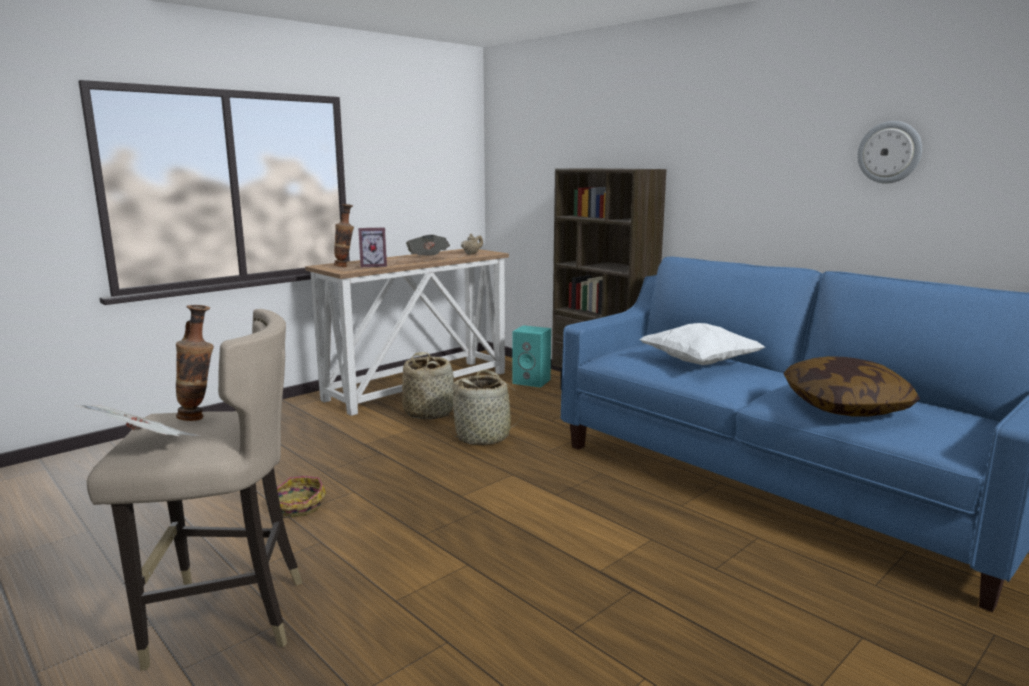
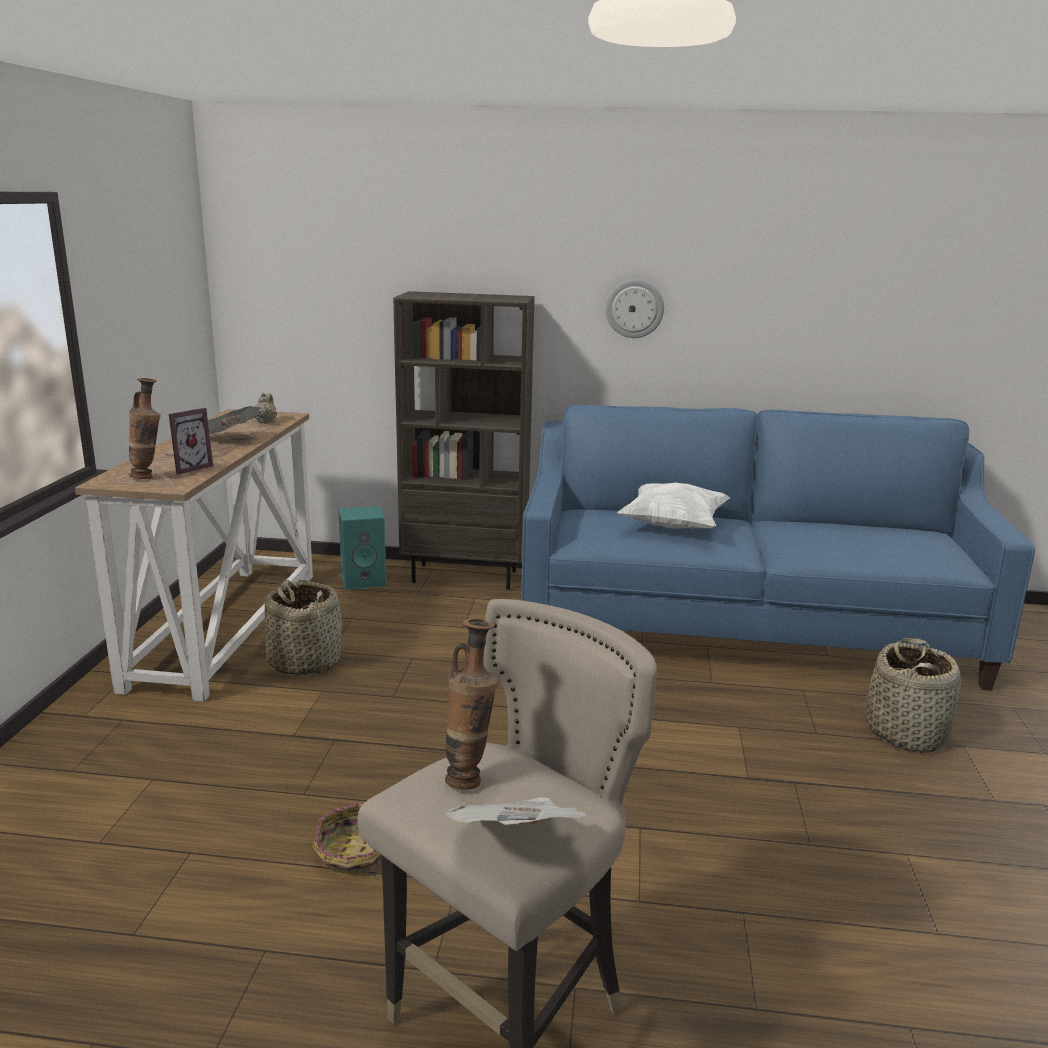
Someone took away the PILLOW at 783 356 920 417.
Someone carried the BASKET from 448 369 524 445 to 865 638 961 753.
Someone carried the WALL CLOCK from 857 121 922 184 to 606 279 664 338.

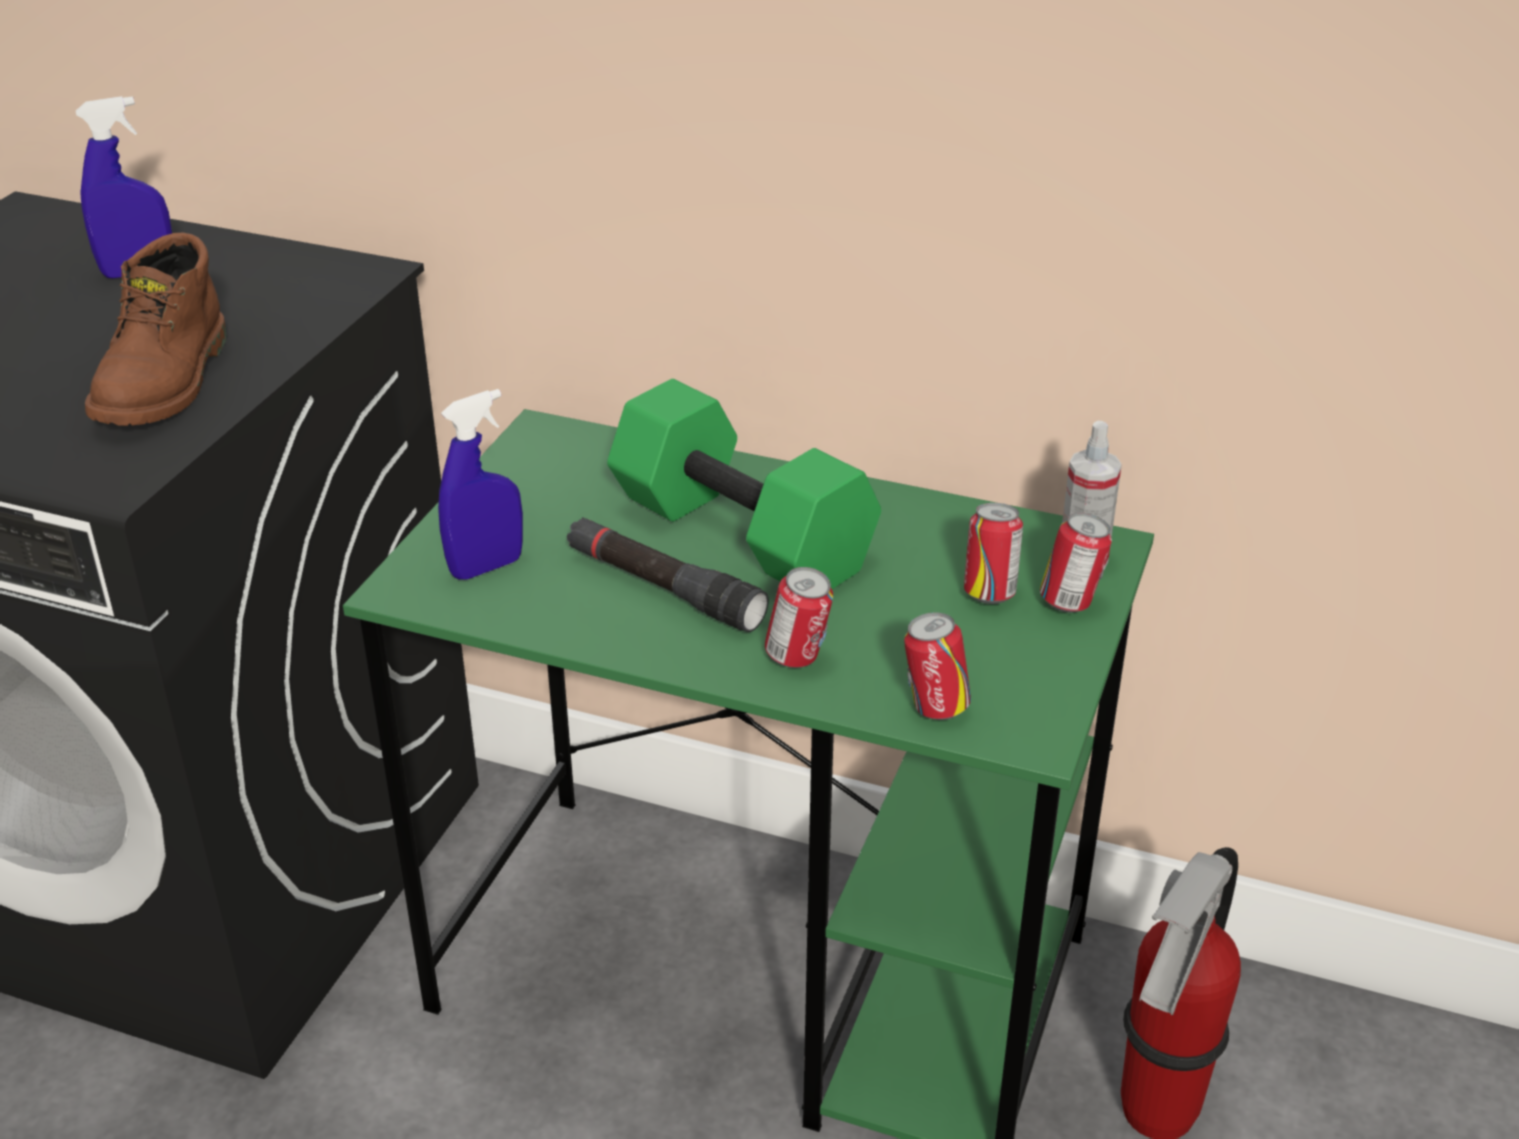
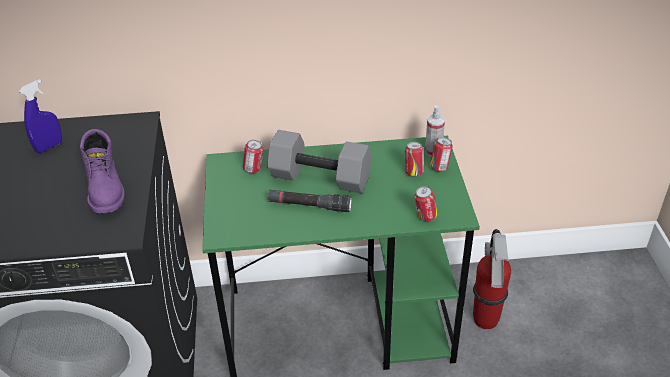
Someone took away the BLUE SPRAY BOTTLE at 438 389 523 580.
Someone carried the CAN from 765 567 833 668 to 243 140 263 173.
Someone repainted the BROWN BOOT at 85 233 227 426, which became the PURPLE BOOT at 80 129 124 213.
Someone repainted the GREEN DUMBBELL at 607 379 881 589, which became the GREY DUMBBELL at 267 130 372 193.

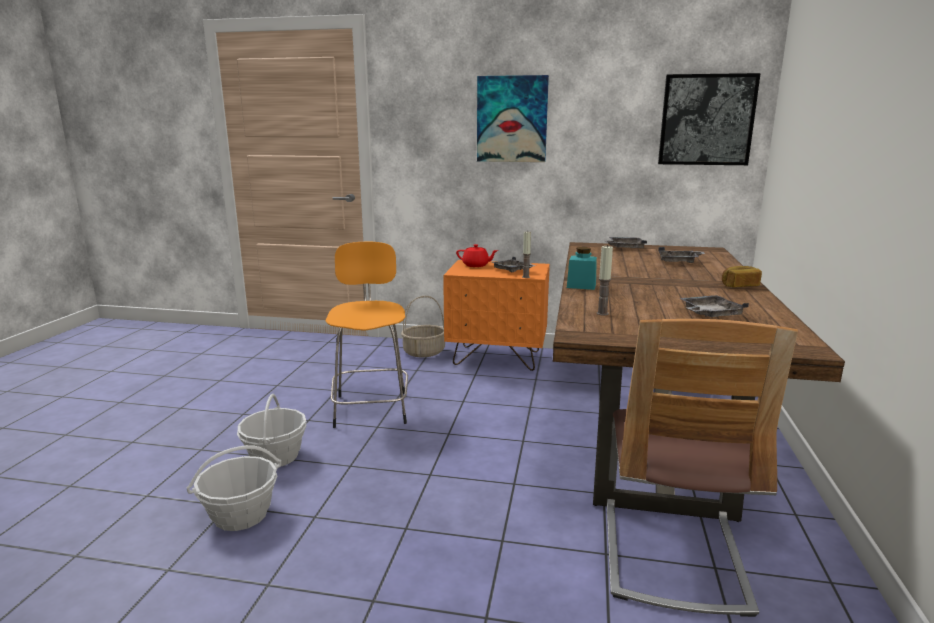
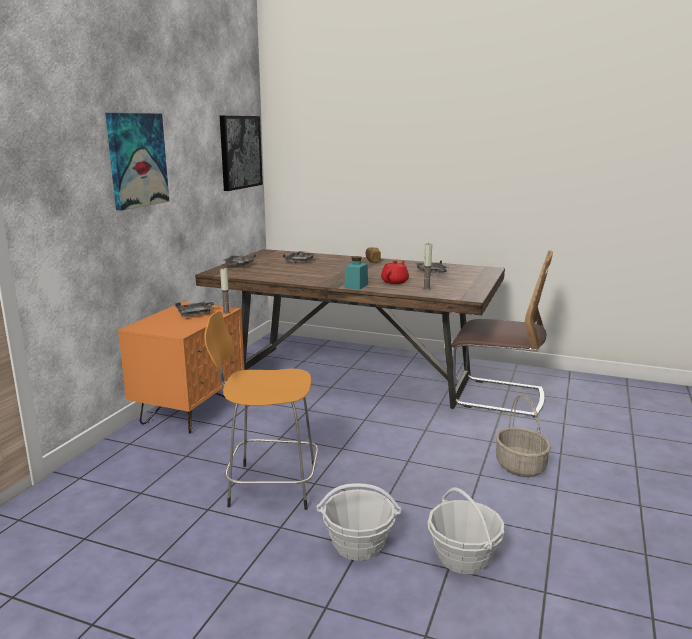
Someone carried the BASKET from 401 296 445 357 to 496 394 551 477.
Someone carried the RED TEAPOT from 456 244 498 267 to 381 260 409 284.

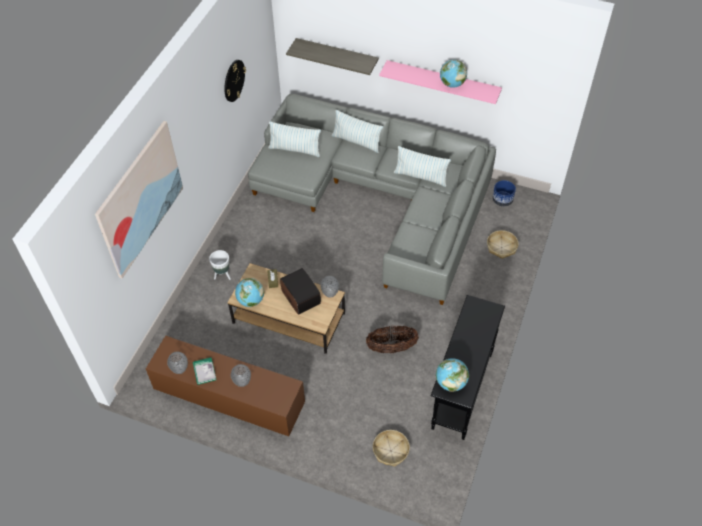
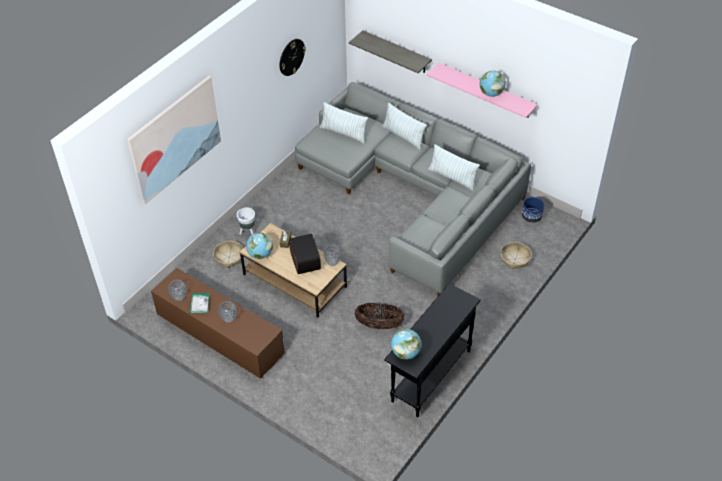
Someone carried the BASKET from 373 430 410 467 to 213 241 243 268.

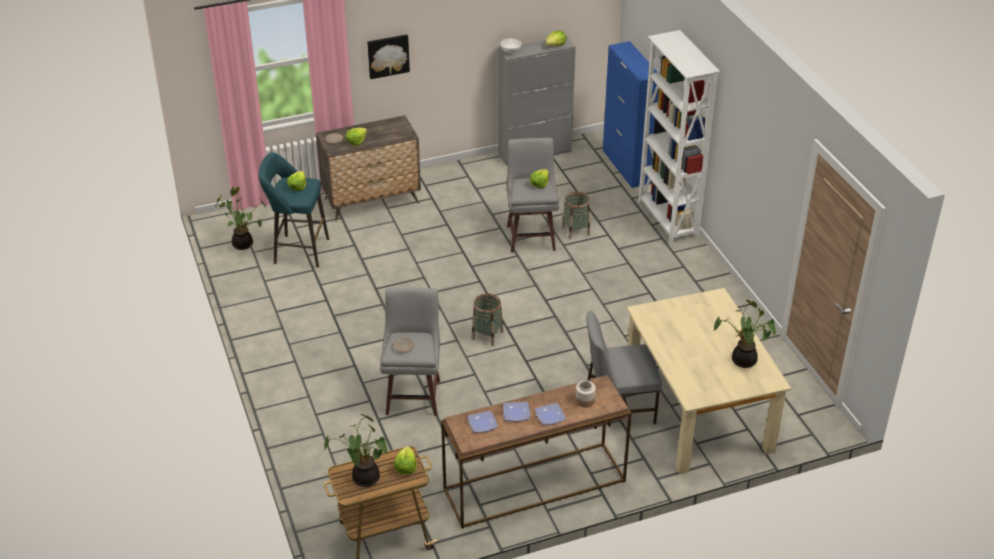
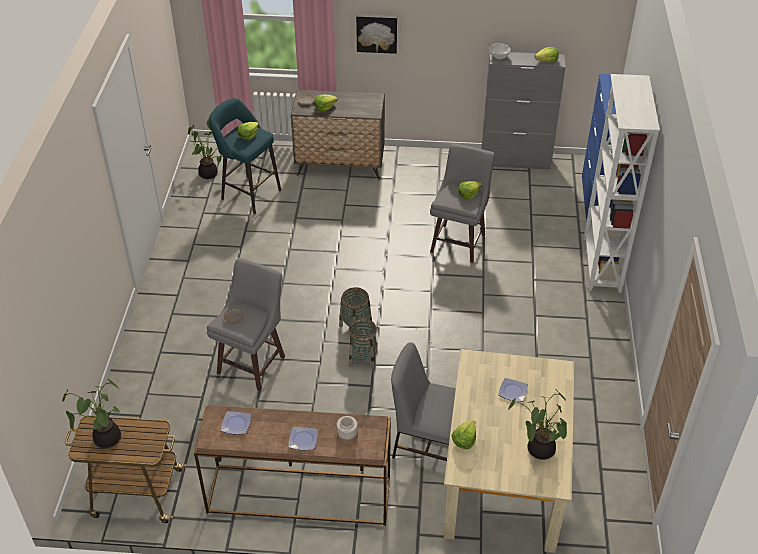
Someone carried the LETTUCE from 393 446 417 475 to 452 420 476 449.
Someone carried the PLATE from 503 402 530 421 to 498 378 528 402.
Someone carried the BASKET from 562 192 590 239 to 349 318 377 369.

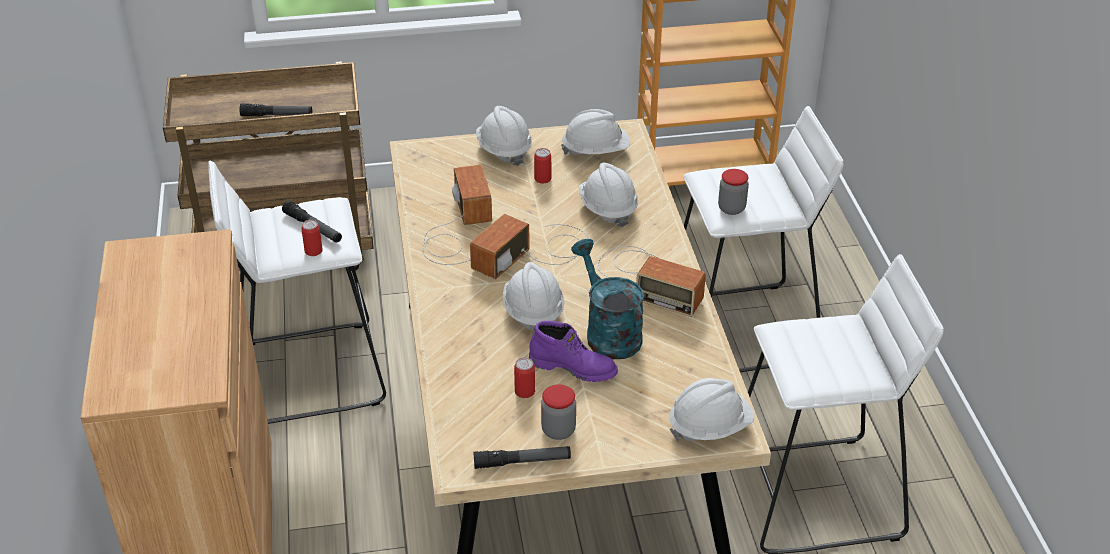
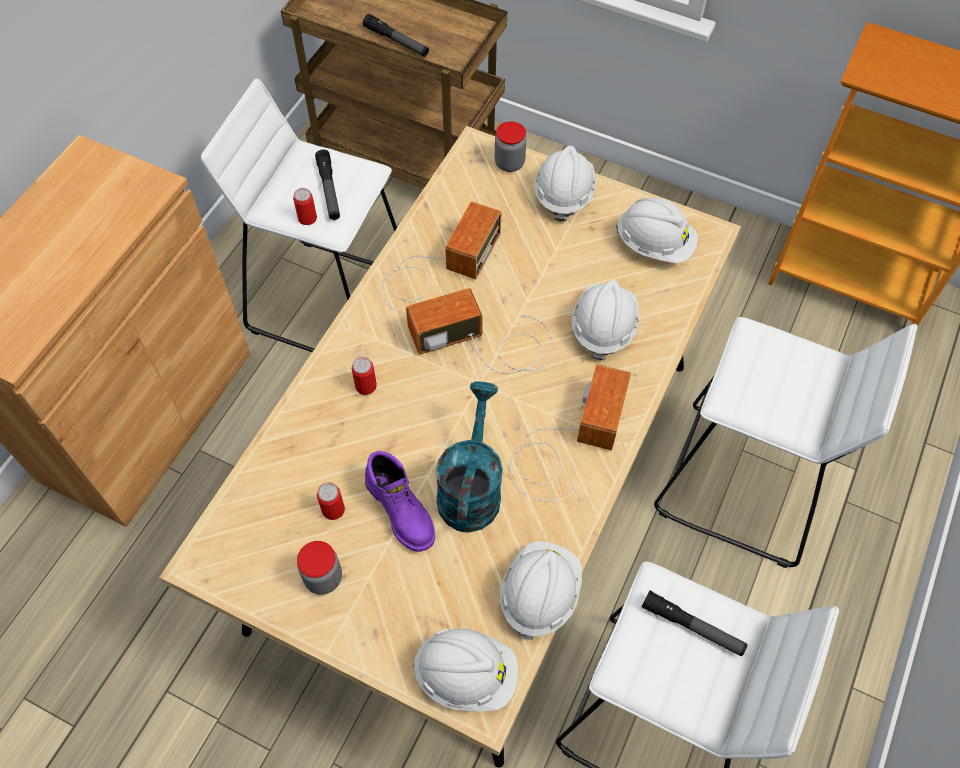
Someone carried the FLASHLIGHT from 473 446 571 469 to 642 590 748 656.
Someone carried the WHITE HARD HAT from 503 262 565 331 to 500 542 582 640.
Someone carried the CAN from 534 148 551 184 to 352 357 377 395.
Someone carried the JAR from 718 169 749 215 to 495 121 527 172.
Someone rotated the RADIO at 598 246 706 317 by 135 degrees counterclockwise.

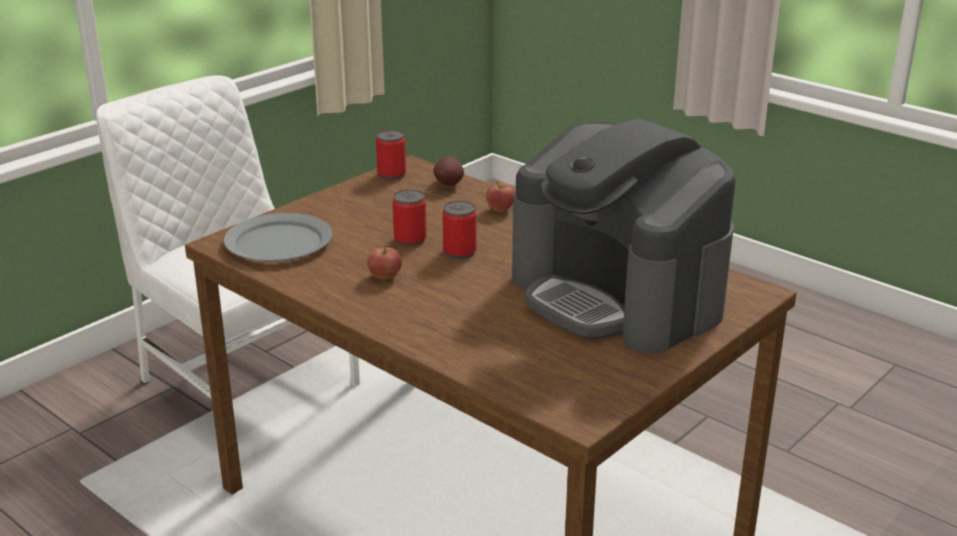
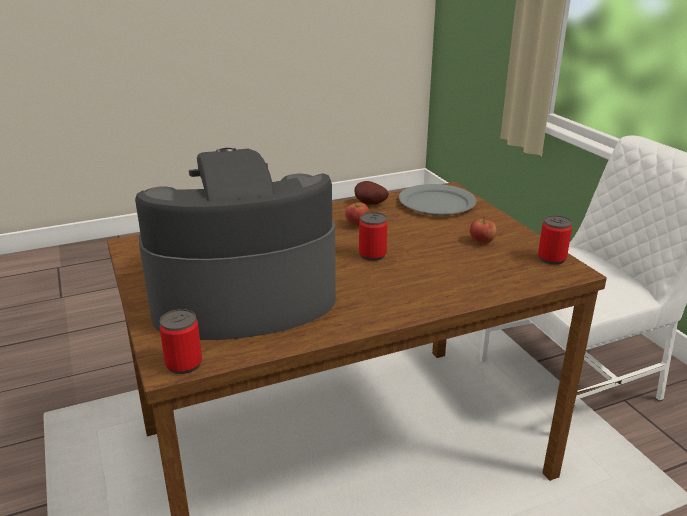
Someone carried the CAN from 393 189 427 246 to 159 309 202 374.
Someone carried the POTATO from 433 156 464 186 to 354 181 389 205.
Someone carried the APPLE from 486 182 515 212 to 470 216 497 244.

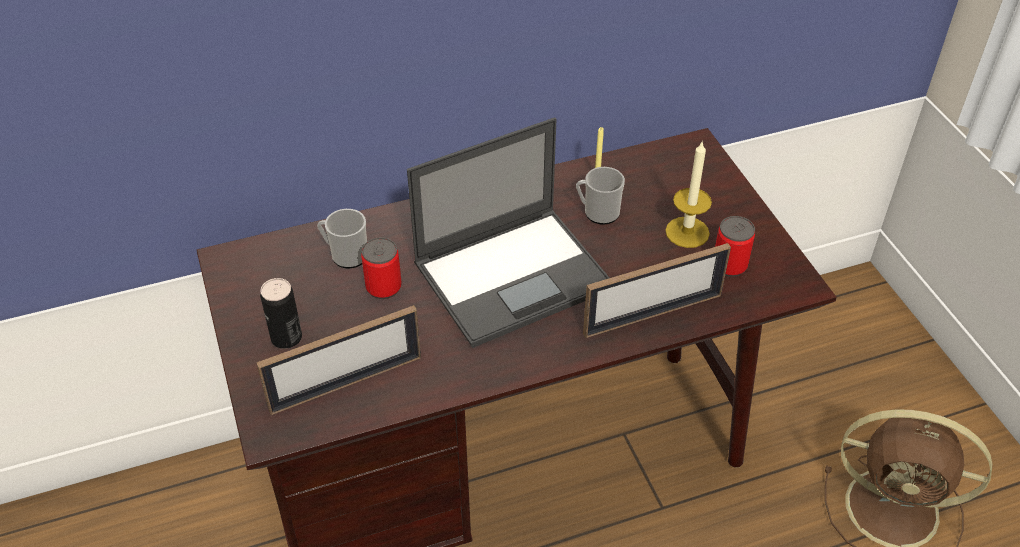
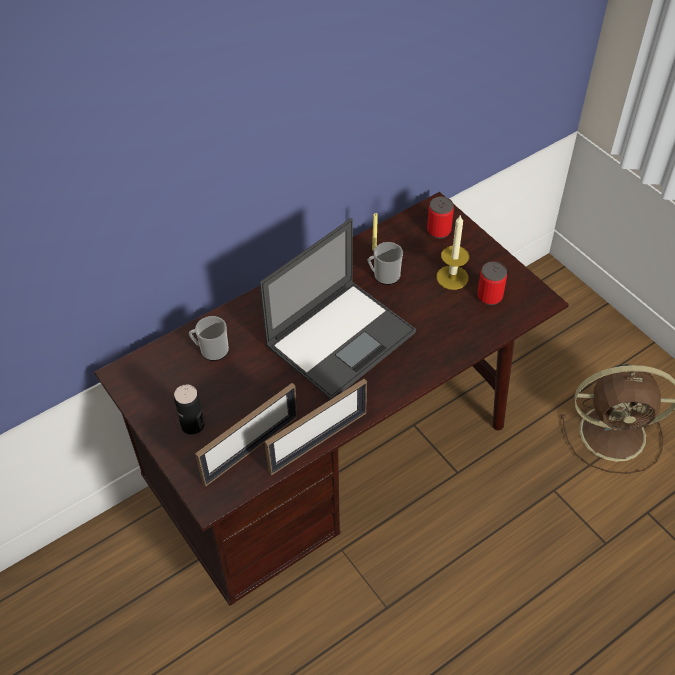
Someone carried the CAN from 361 237 402 299 to 427 197 454 239.
Someone carried the PICTURE FRAME from 583 243 731 338 to 265 379 367 475.

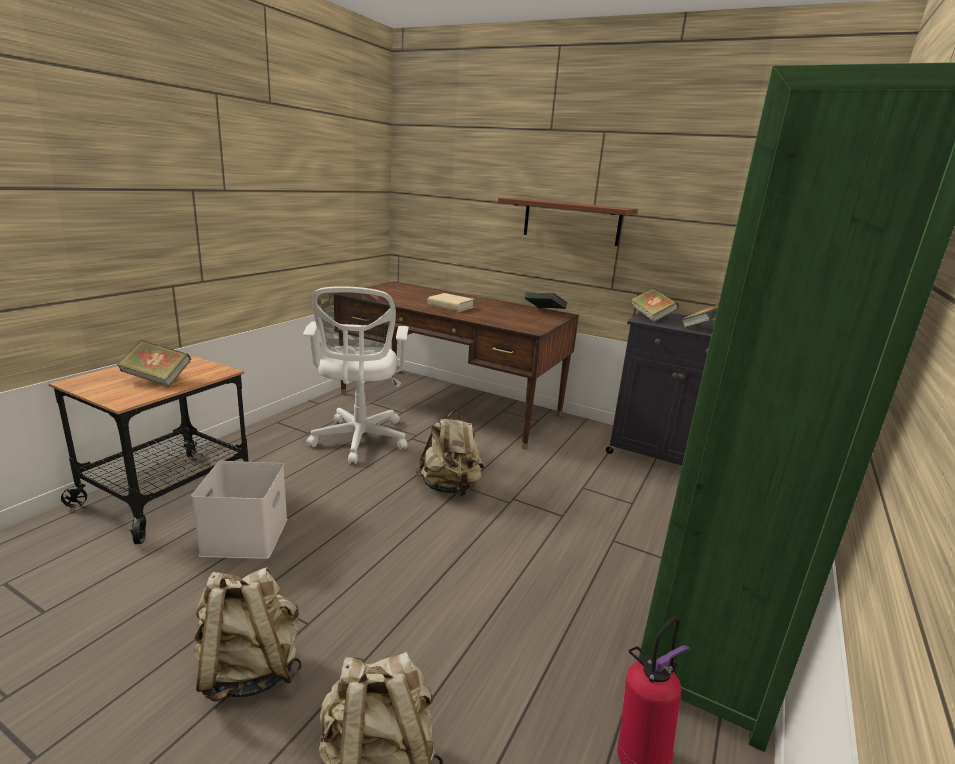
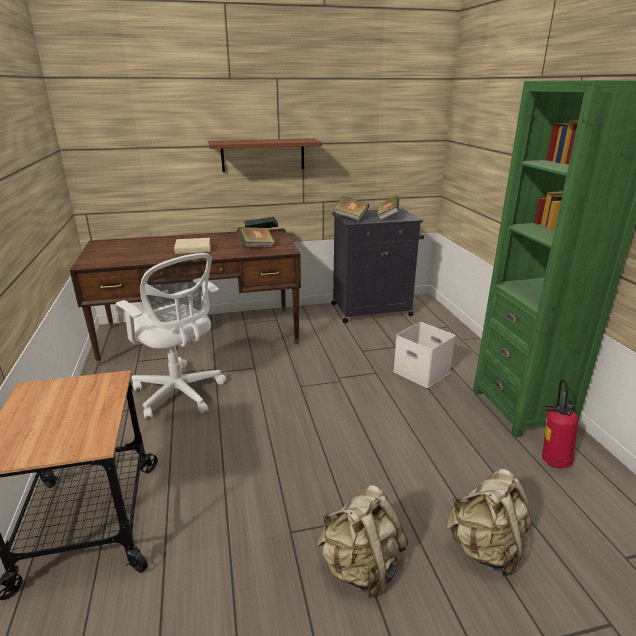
Someone took away the BEIGE BACKPACK at 416 409 484 496.
Someone carried the BOOK from 117 340 191 387 to 237 227 275 247.
Someone carried the WHITE STORAGE BOX from 191 461 287 559 to 393 322 456 388.

